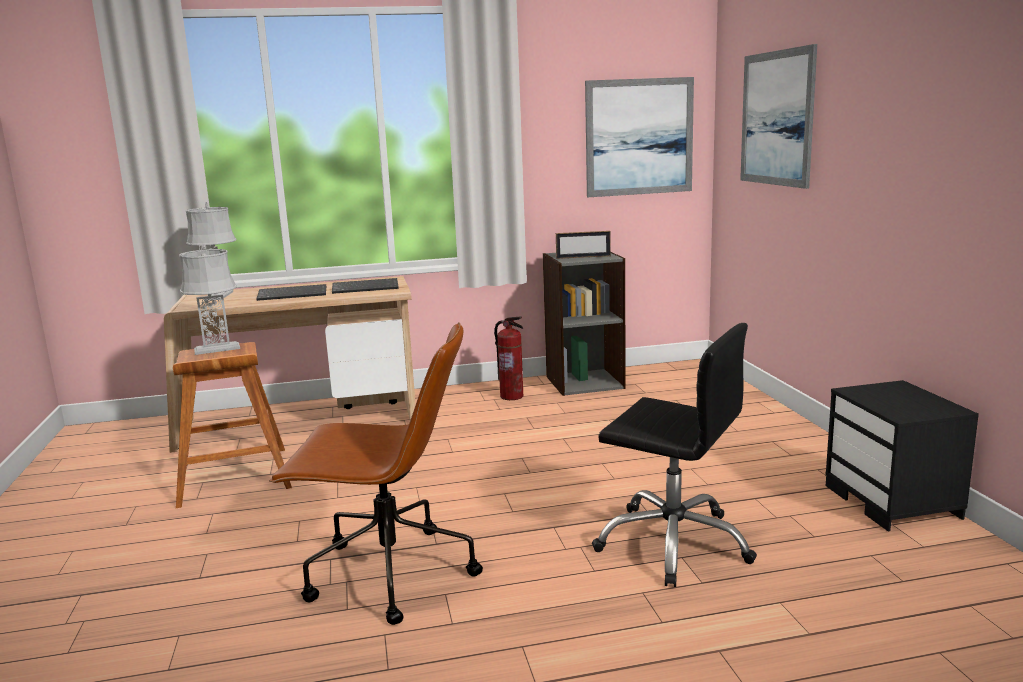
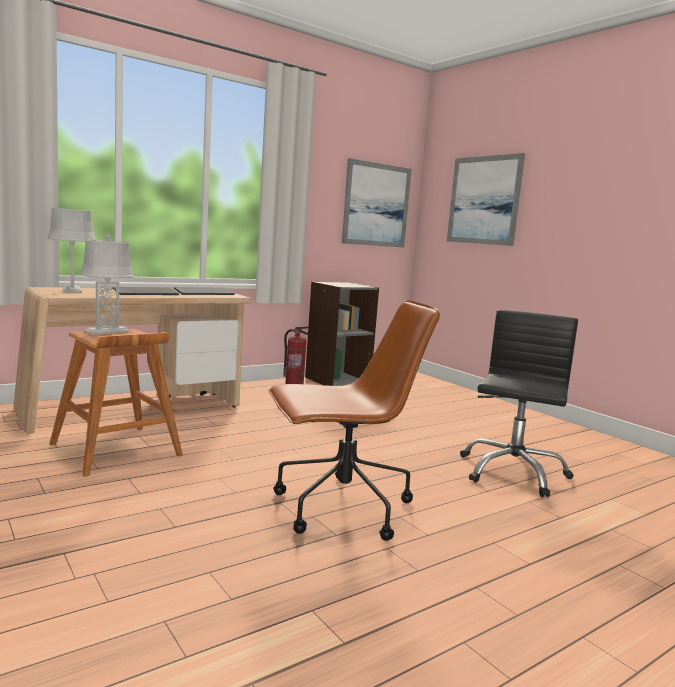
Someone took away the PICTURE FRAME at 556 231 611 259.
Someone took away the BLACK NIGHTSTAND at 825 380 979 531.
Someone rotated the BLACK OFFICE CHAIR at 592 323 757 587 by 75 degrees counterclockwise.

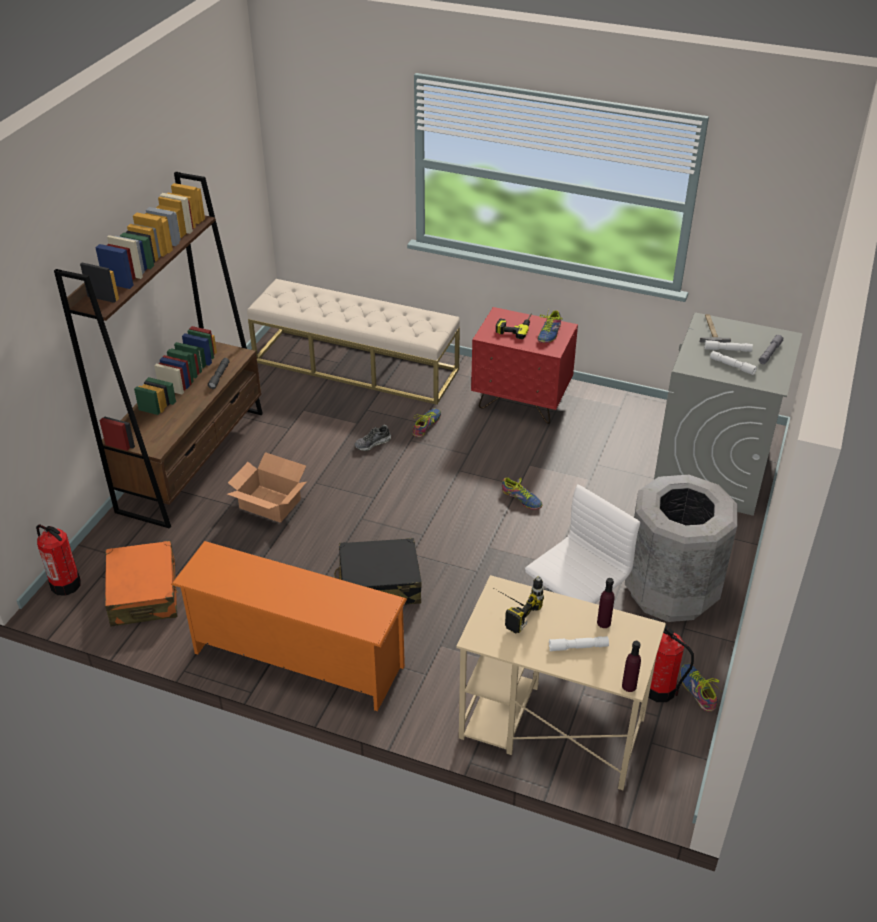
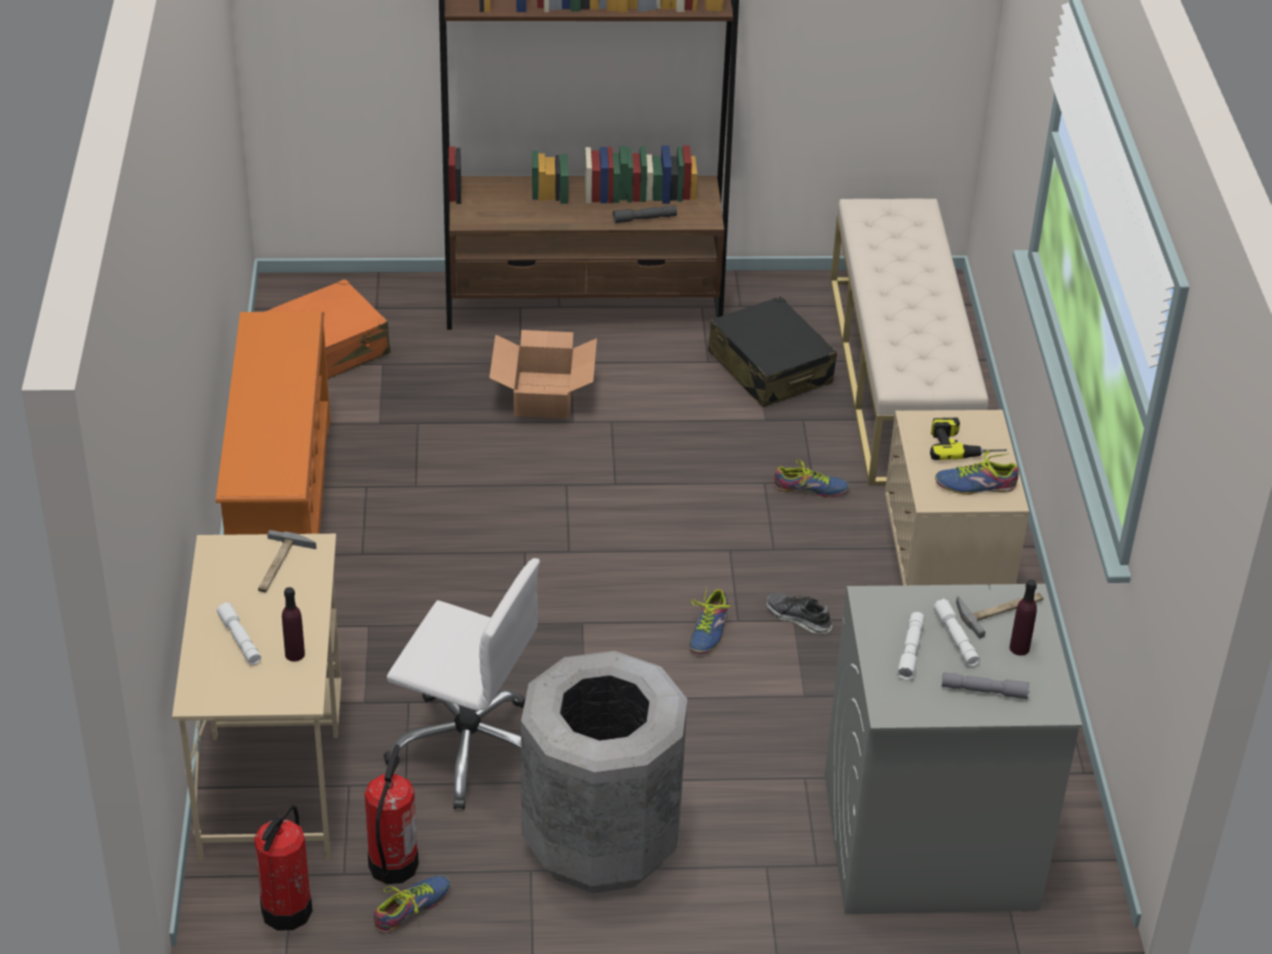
Someone carried the FIRE EXTINGUISHER from 36 524 81 596 to 254 805 312 930.
Someone carried the BLACK SUITCASE from 334 538 421 605 to 708 296 837 407.
Someone carried the SHOE from 354 425 391 451 to 766 593 832 634.
Someone carried the PURPLE BOTTLE from 622 641 641 692 to 1010 579 1037 656.
Someone swapped the POWER DRILL at 497 576 544 634 for the HAMMER at 258 530 317 593.
Someone repainted the RED NIGHTSTAND at 471 307 578 424, which became the BEIGE NIGHTSTAND at 885 410 1029 586.

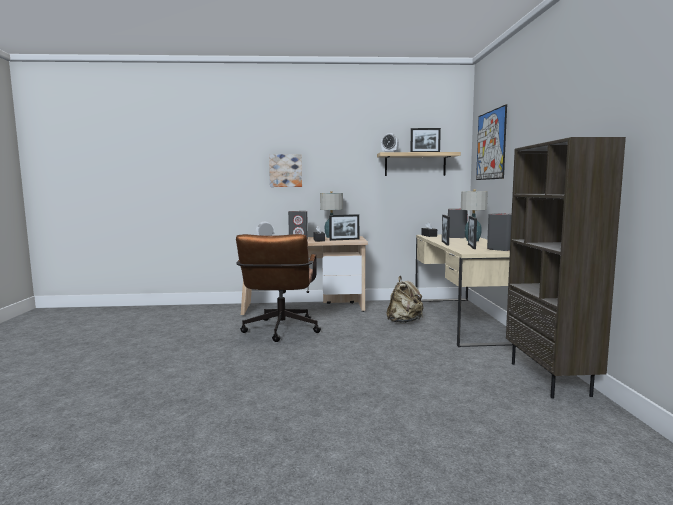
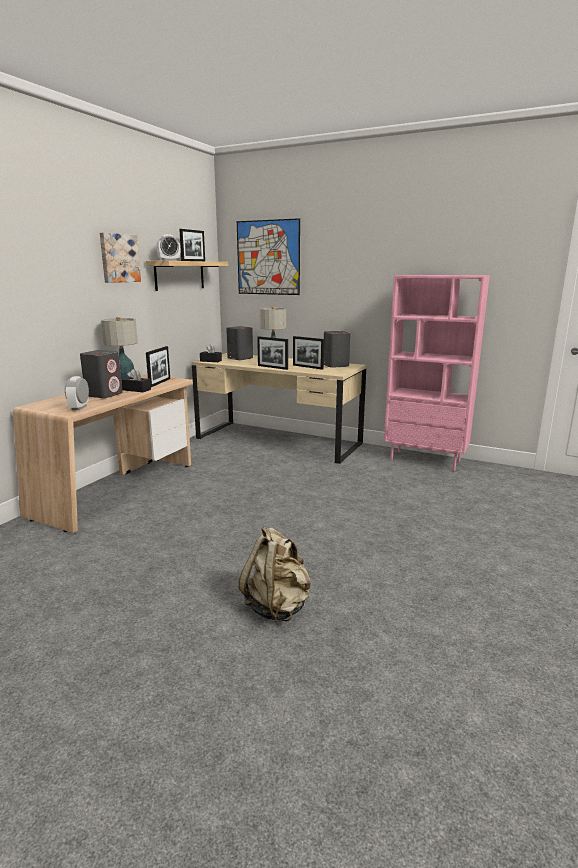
Someone took away the BROWN OFFICE CHAIR at 236 234 321 342.
Someone carried the PICTURE from 269 154 302 187 to 100 233 141 283.
Someone carried the BEIGE BACKPACK from 386 276 424 323 to 239 527 311 622.
Someone repainted the BROWN BOOKCASE at 506 137 626 398, which became the PINK BOOKCASE at 384 275 490 471.

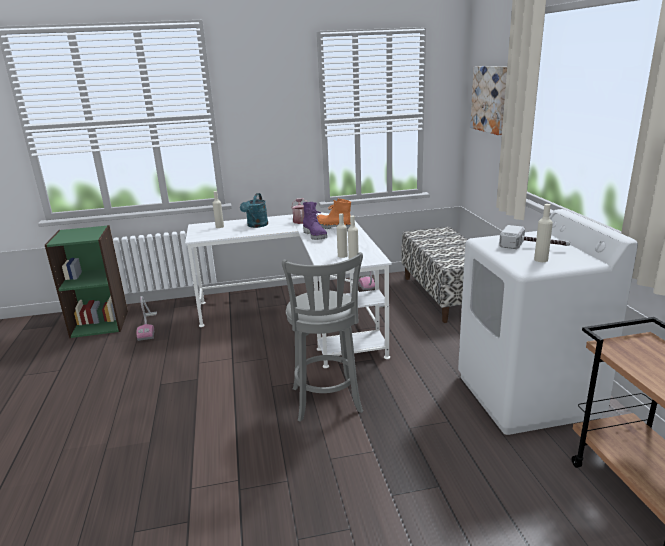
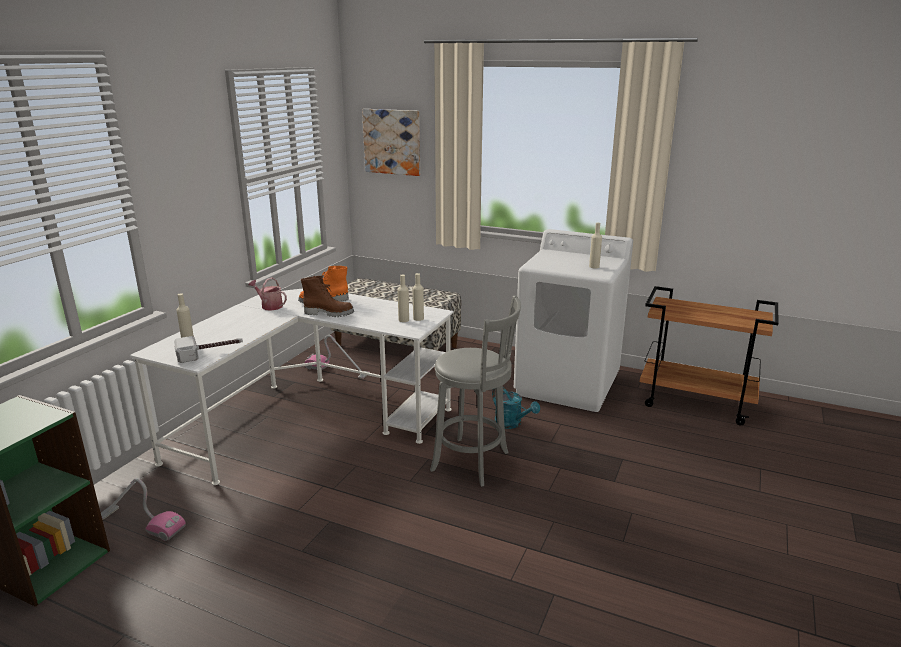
Someone carried the TURQUOISE WATERING CAN from 240 193 268 228 to 492 387 540 429.
Someone carried the HAMMER from 499 225 570 249 to 174 336 243 363.
Someone repainted the PURPLE BOOT at 303 202 327 240, which became the BROWN BOOT at 301 276 354 317.

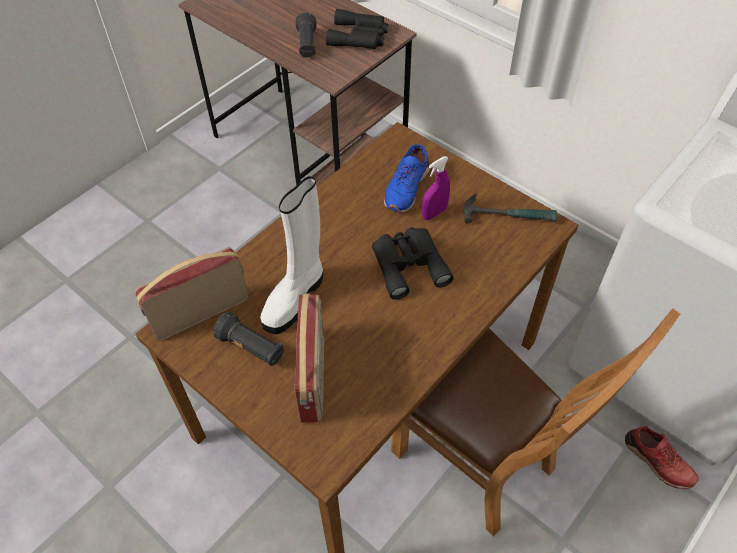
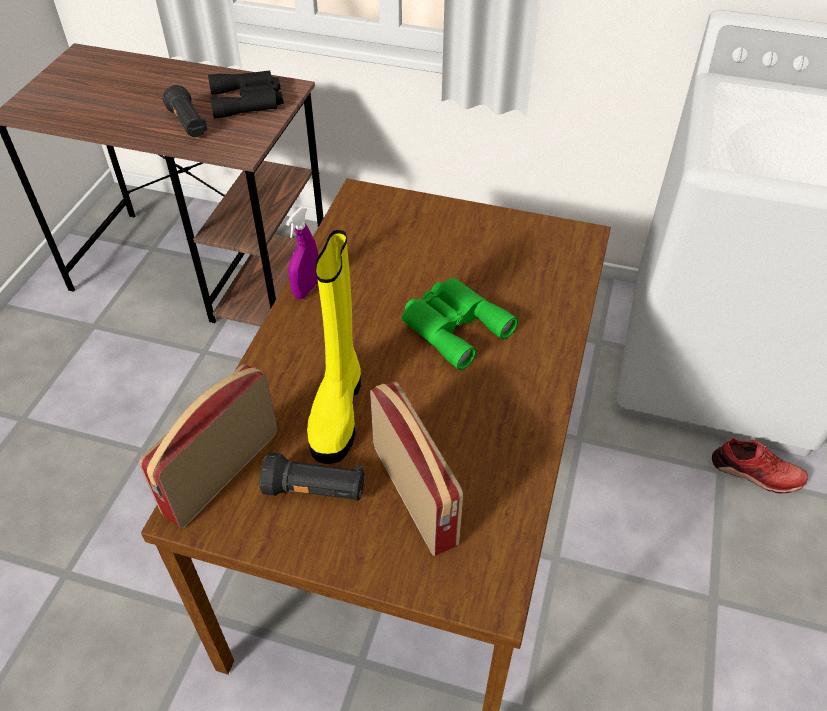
Someone took away the BLUE SHOE at 384 144 430 213.
Someone took away the BROWN CHAIR at 391 308 680 537.
Someone took away the HAMMER at 463 194 557 224.
Someone carried the PURPLE SPRAY BOTTLE from 422 156 450 220 to 286 207 318 299.
Someone repainted the WHITE BOOT at 260 176 323 334, which became the YELLOW BOOT at 307 230 361 464.
Someone repainted the BLACK BINOCULARS at 372 227 454 300, which became the GREEN BINOCULARS at 402 278 518 370.

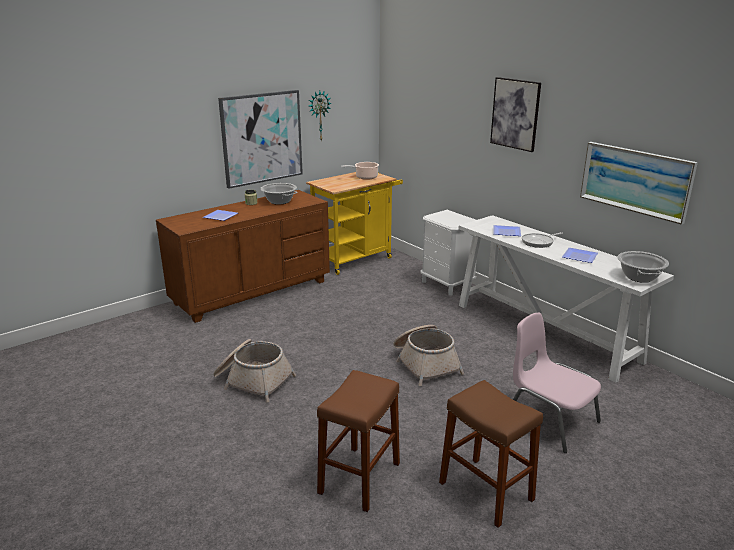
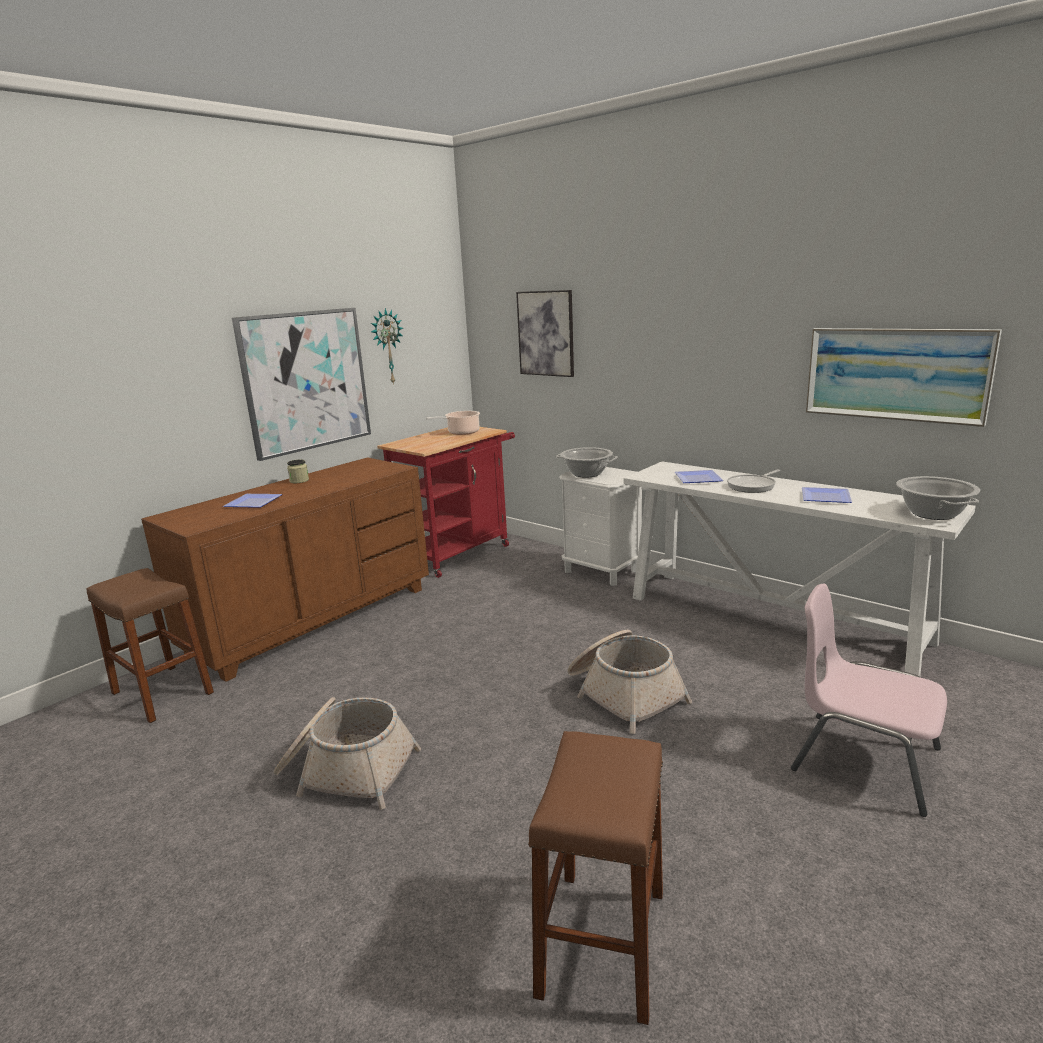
Someone carried the COOKING POT from 261 183 298 205 to 556 447 618 478.
Someone carried the BROWN STOOL from 439 380 543 528 to 87 568 214 723.
Someone carried the PICTURE from 490 77 541 152 to 516 290 574 377.
Someone repainted the YELLOW CART at 306 172 403 275, which became the RED CART at 377 427 515 578.

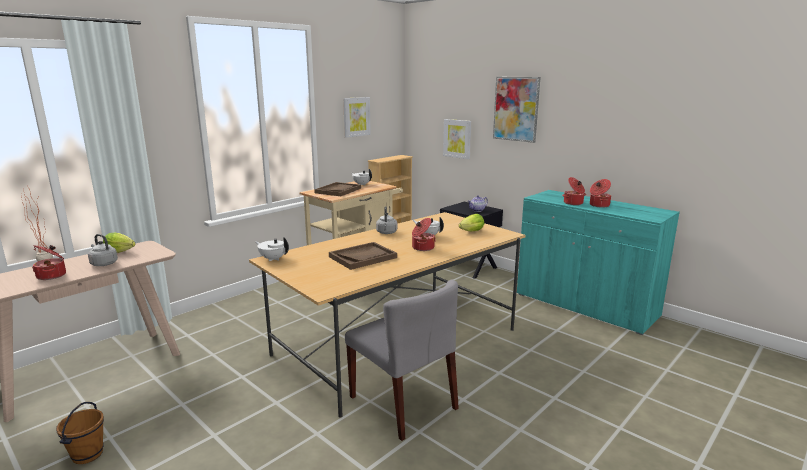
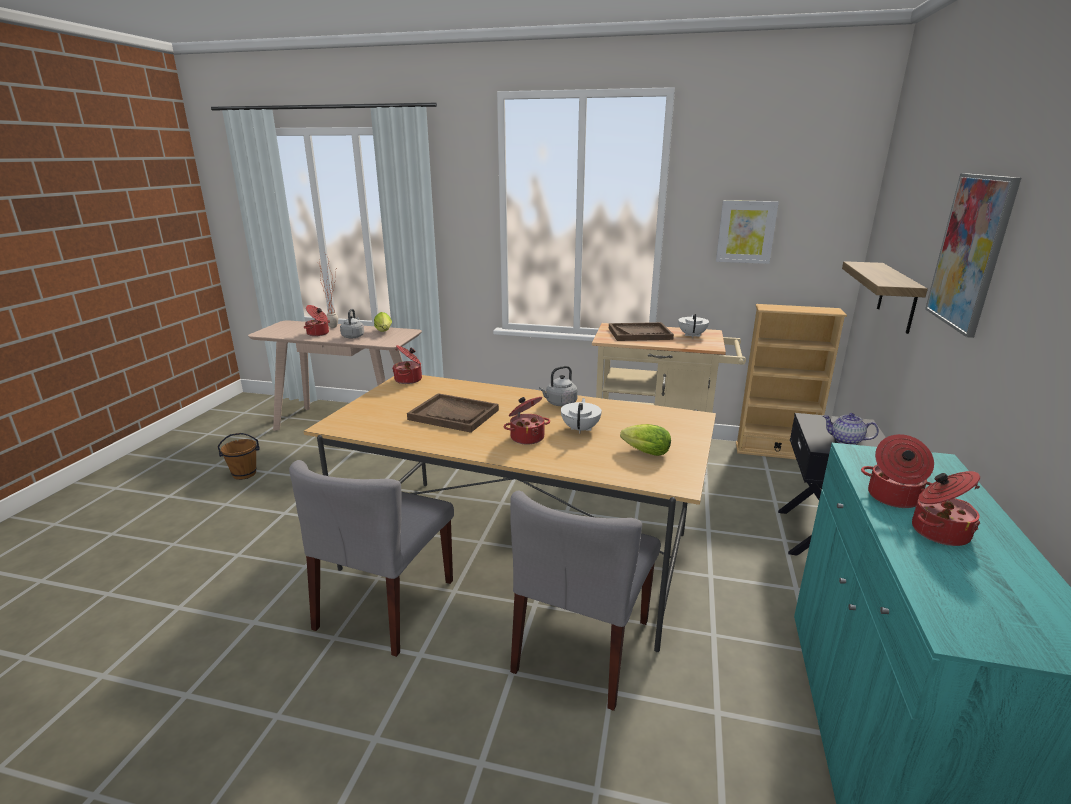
Someone put down the GREY CHAIR at 510 491 661 711.
Someone swapped the WHITE TEAPOT at 255 237 289 262 for the COOKING POT at 392 345 422 384.
Someone swapped the PICTURE at 443 119 471 159 for the SHELF at 842 261 928 334.

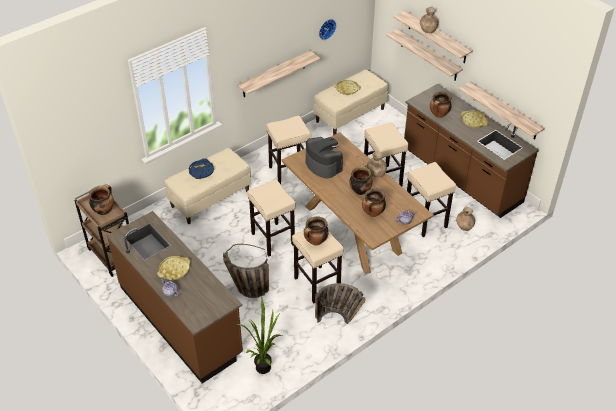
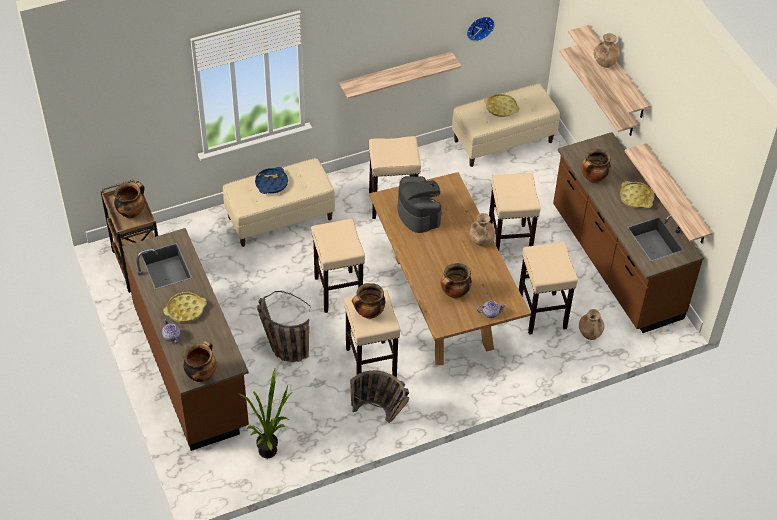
Someone carried the COOKING POT from 349 164 373 195 to 183 341 217 382.

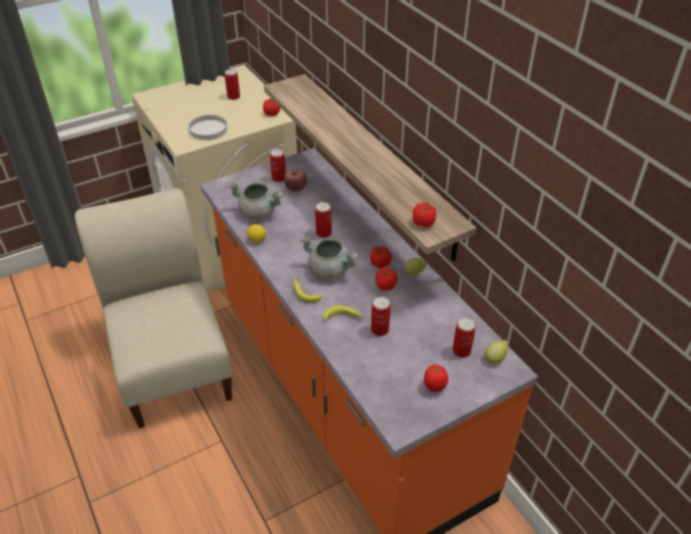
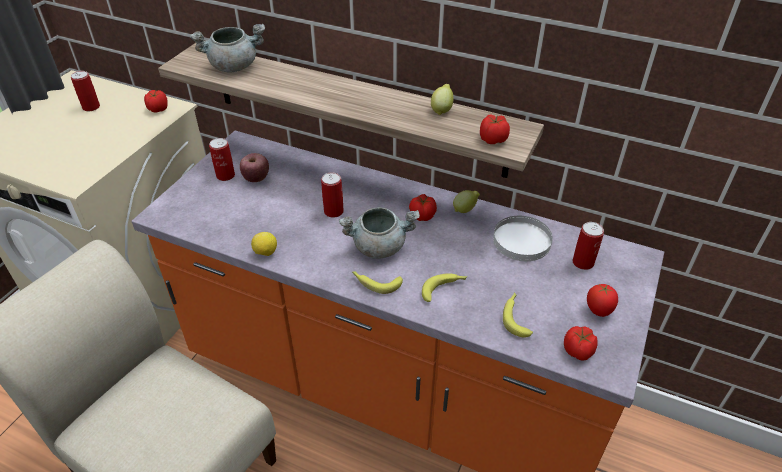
Someone took away the CAN at 371 297 390 336.
Someone put down the BANANA at 503 292 533 338.
Someone carried the WHITE PLATE from 189 115 227 140 to 493 216 553 261.
Someone carried the GREY COOKING POT from 228 182 283 219 to 190 24 265 72.
Someone carried the TOMATO from 375 267 398 291 to 564 326 598 361.
Someone carried the LEMON from 485 340 509 364 to 431 84 454 115.

